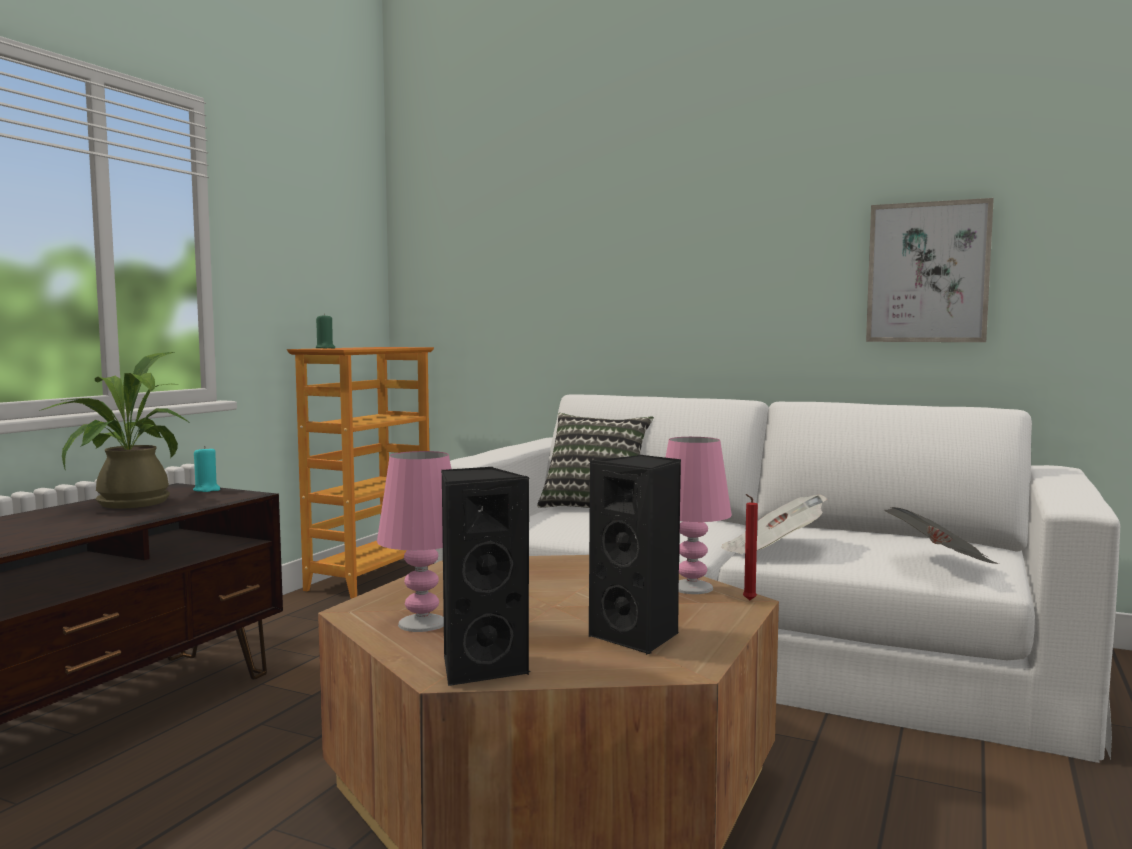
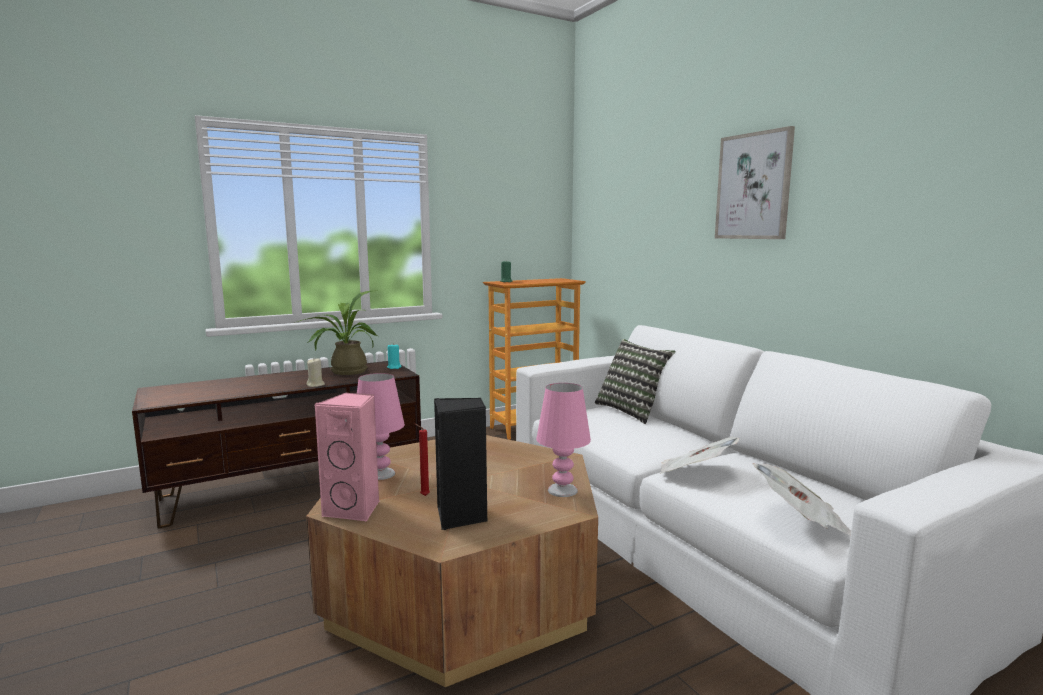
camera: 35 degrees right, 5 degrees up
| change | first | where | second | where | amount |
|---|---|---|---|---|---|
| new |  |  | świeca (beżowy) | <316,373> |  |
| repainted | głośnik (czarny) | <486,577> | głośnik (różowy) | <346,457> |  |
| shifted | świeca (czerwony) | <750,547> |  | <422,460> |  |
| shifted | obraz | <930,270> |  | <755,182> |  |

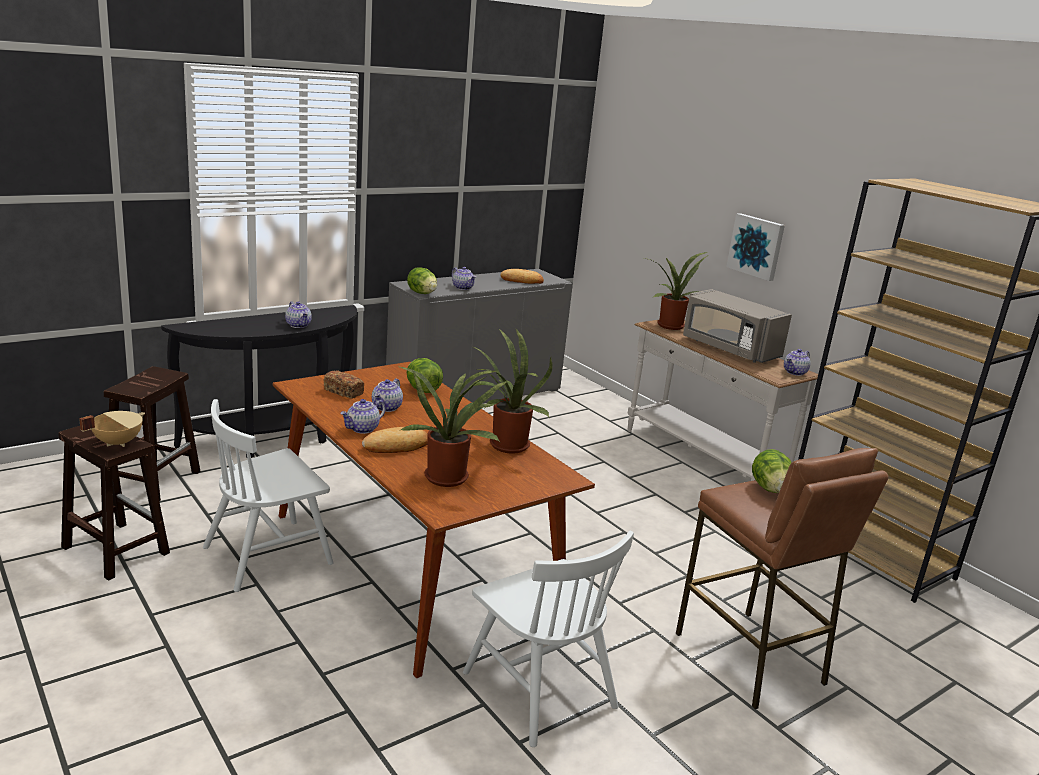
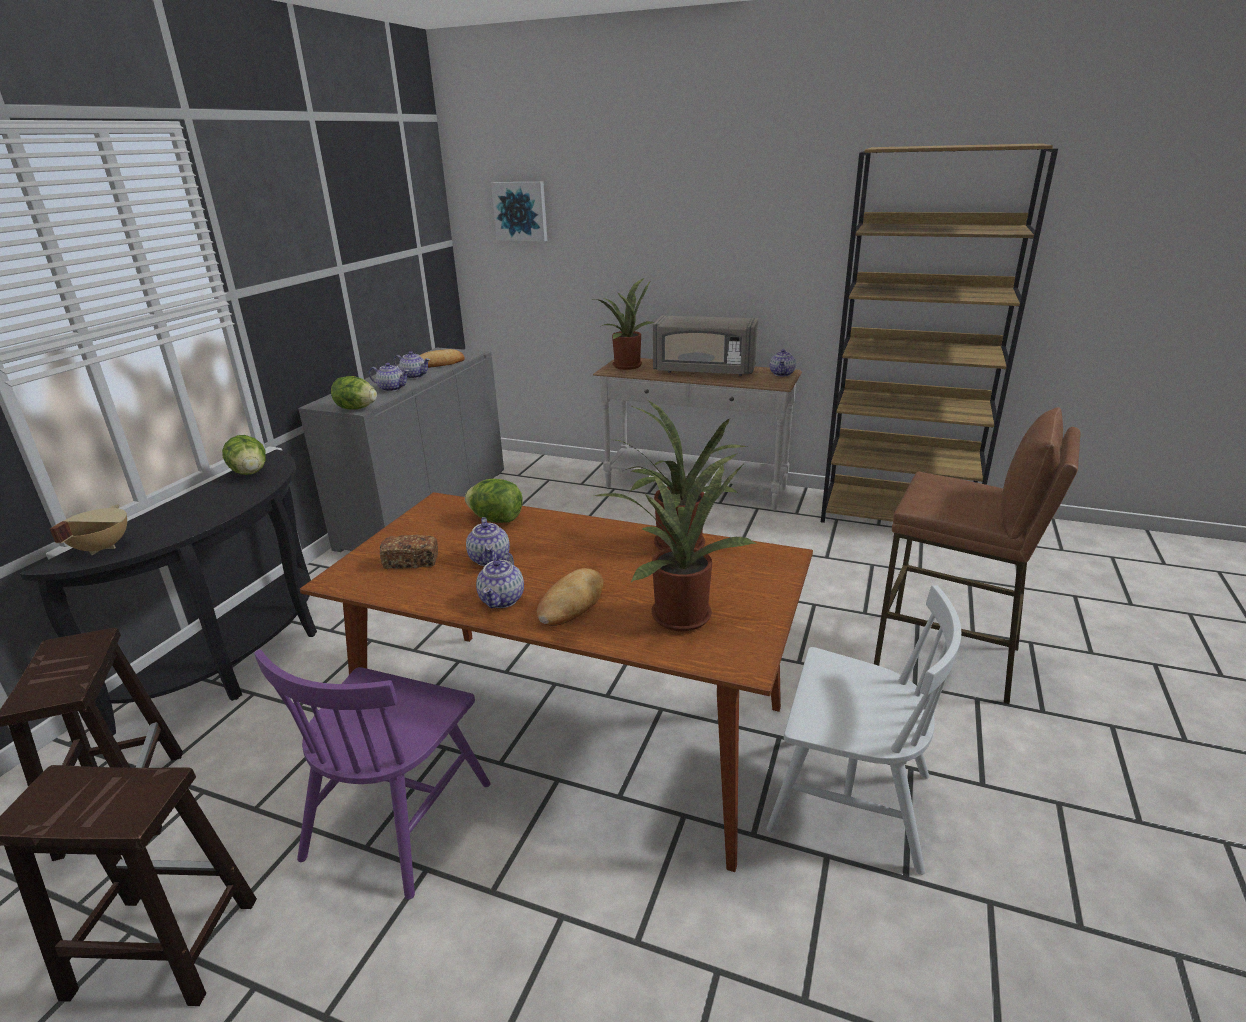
camera: 30 degrees left, 5 degrees up
| change | first | where | second | where | amount |
|---|---|---|---|---|---|
| shifted | garnek (beżowy) | <112,429> |  | <88,530> |  |
| shifted | sałata | <772,471> |  | <244,455> |  |
| repainted | krzesło (biały) | <268,495> | krzesło (fioletowy) | <372,774> |  |
| shifted | imbryk | <298,314> |  | <412,365> |  |
| shifted | obraz | <755,247> |  | <519,212> |  |

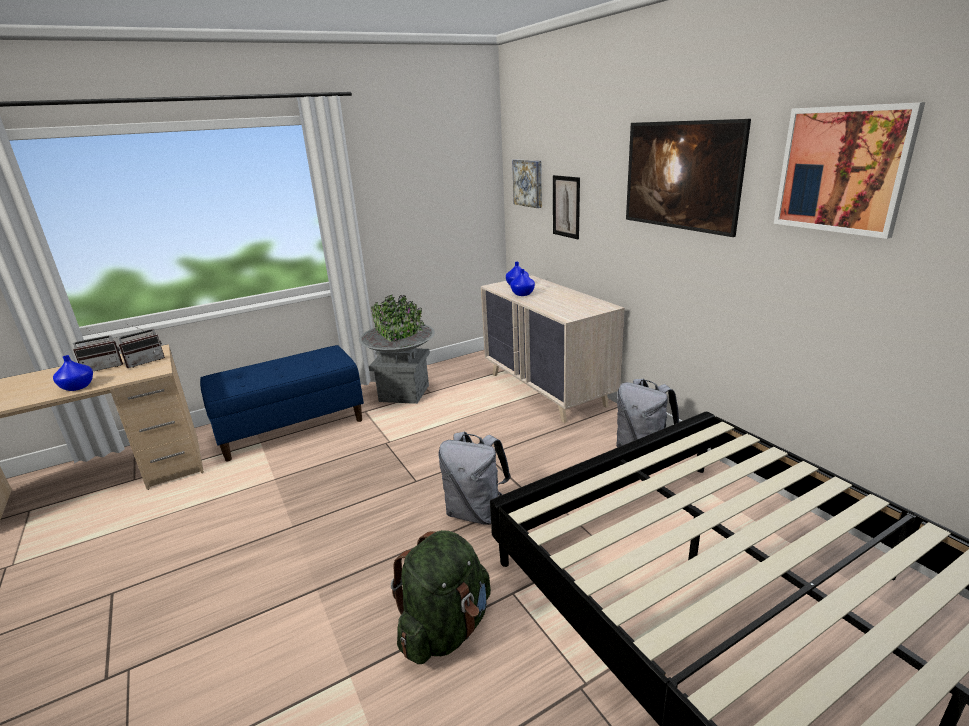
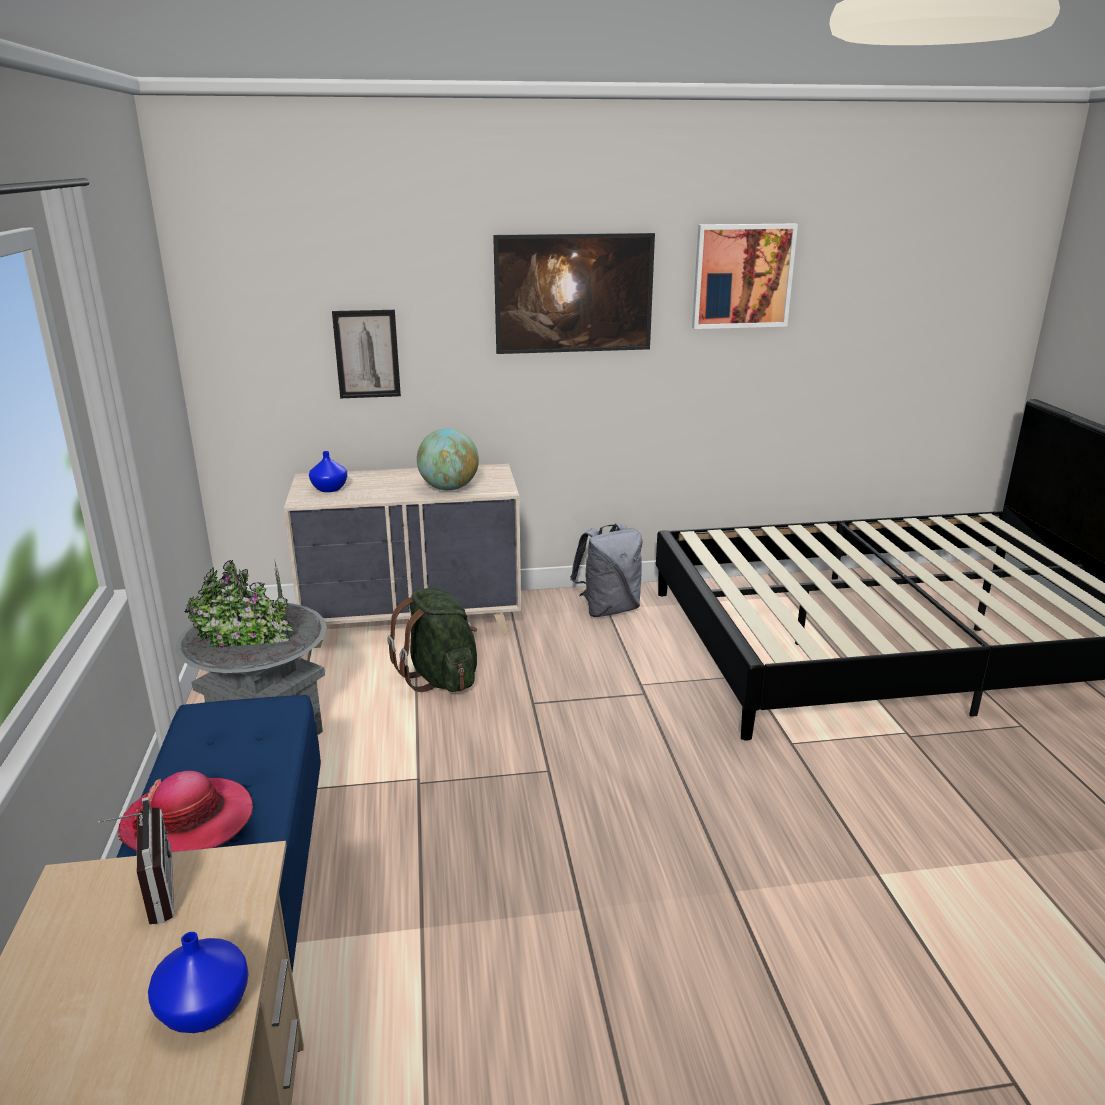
camera: 70 degrees left, 0 degrees up
| change | first | where | second | where | amount |
|---|---|---|---|---|---|
| new |  |  | kapelusz | <185,811> |  |
| shifted | plecak (zielony) | <441,597> |  | <432,640> |  |
| new |  |  | globus | <448,459> |  |
| gone | radio | <98,349> |  |  |  |
| gone | plecak (szary) | <474,478> |  |  |  |
| gone | wazon (niebieski) | <522,282> |  |  |  |
| gone | obraz | <527,183> |  |  |  |

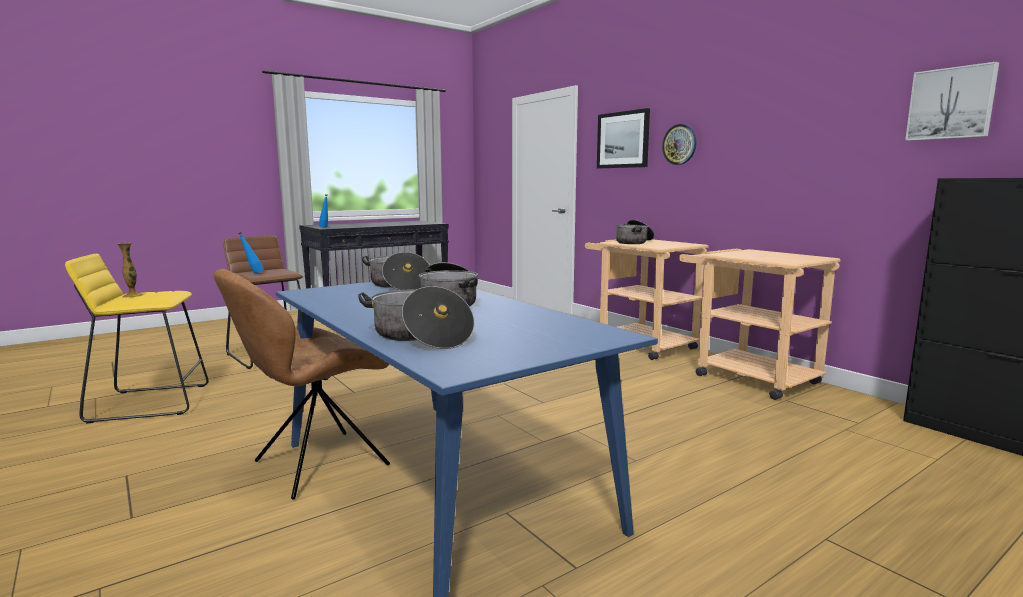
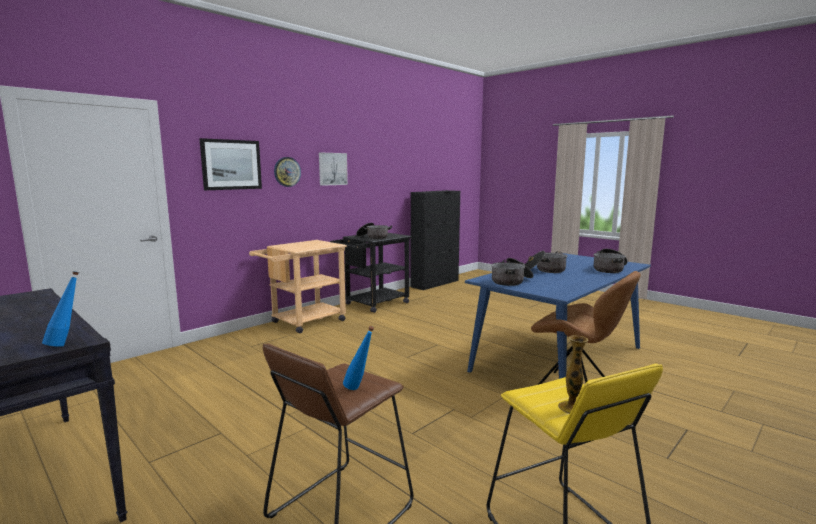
camera: 100 degrees left, 0 degrees up
| change | first | where | second | where | amount |
|---|---|---|---|---|---|
| shifted | obraz | <952,101> |  | <333,169> |  |
| repainted | wózek (beżowy) | <759,324> | wózek (czarny) | <371,273> |  |
| shifted | garnek | <635,232> |  | <374,231> |  |

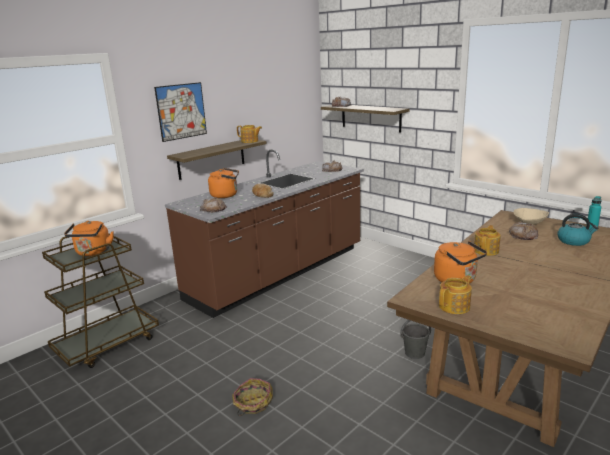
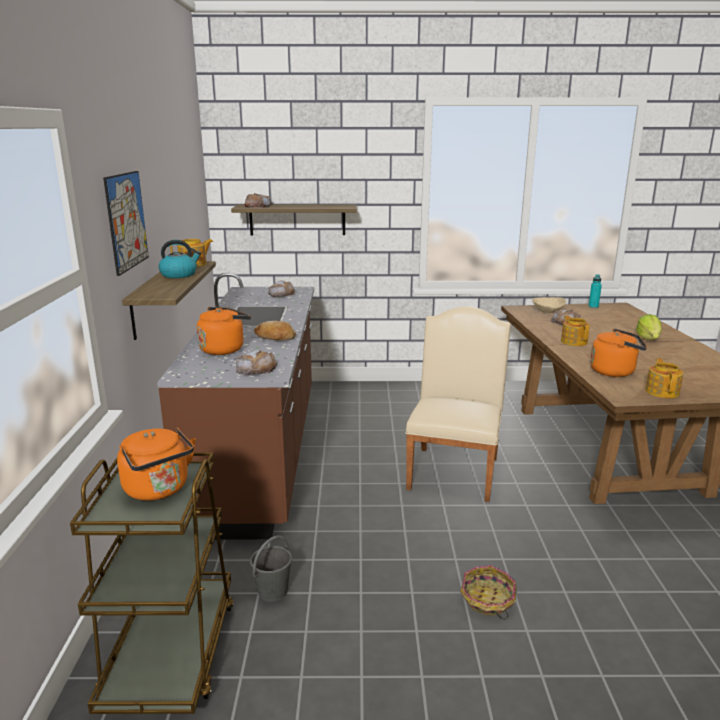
camera: 45 degrees left, 0 degrees up
| change | first | where | second | where | amount |
|---|---|---|---|---|---|
| shifted | czajnik | <577,230> |  | <179,259> |  |
| shifted | wiadro (szary) | <415,339> |  | <271,568> |  |
| new |  |  | krzesło (beżowy) | <458,404> |  |
| new |  |  | sałata | <649,327> |  |

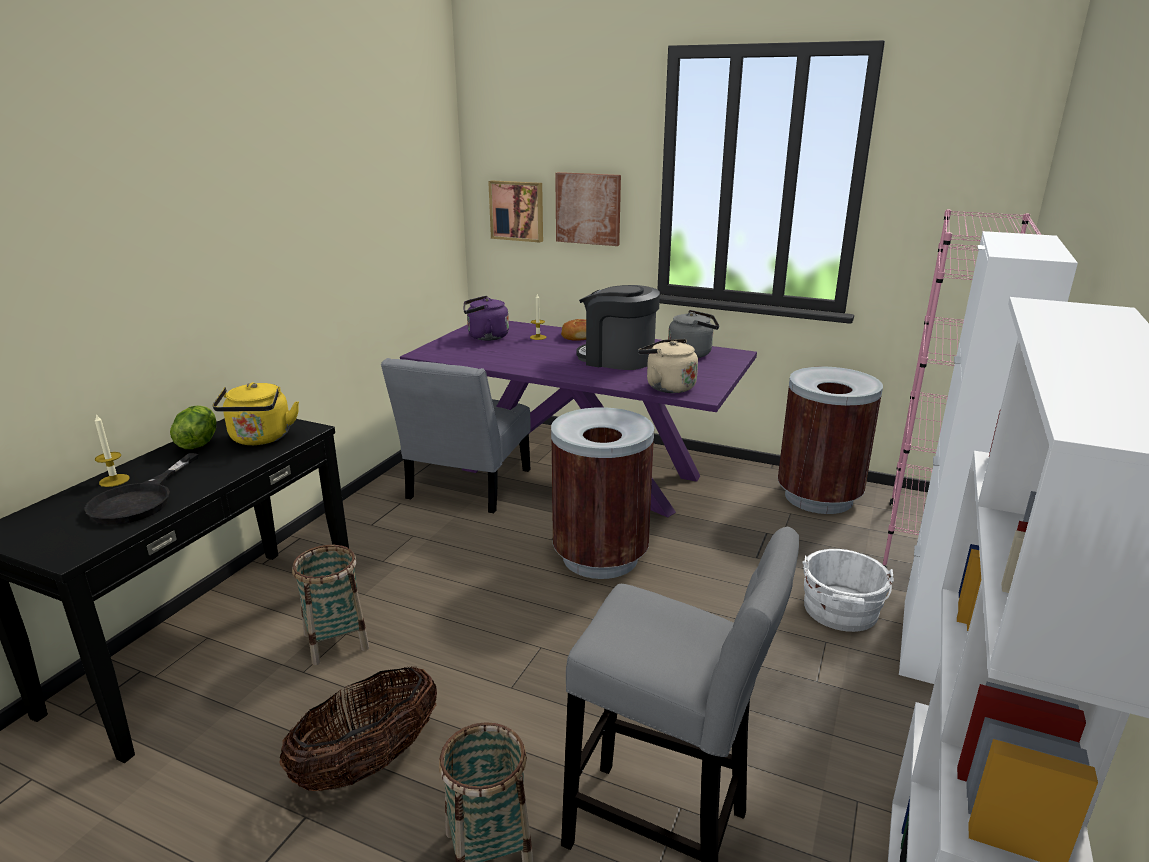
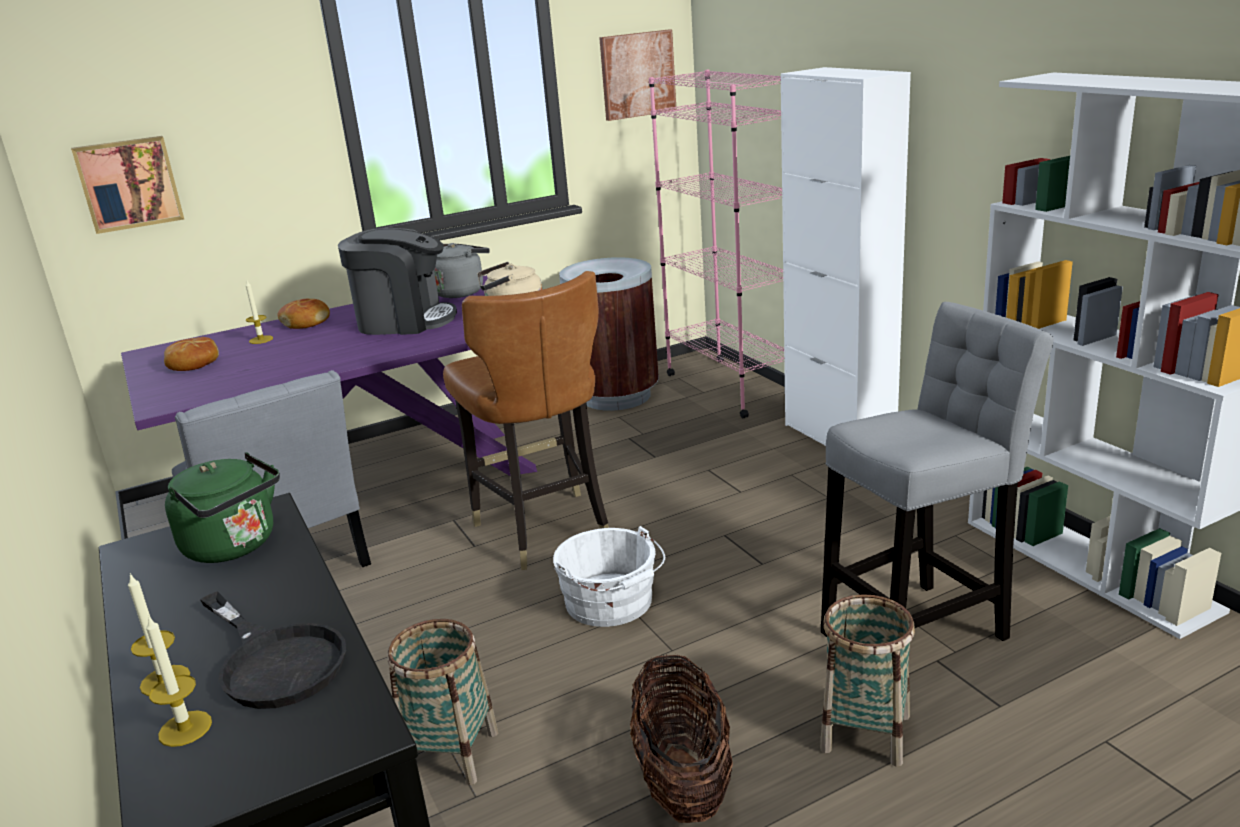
camera: 50 degrees left, 0 degrees up
| change | first | where | second | where | amount |
|---|---|---|---|---|---|
| new |  |  | świeca | <179,681> |  |
| swapped | czajnik (fioletowy) | <486,318> | chleb | <191,354> |  |
| repainted | czajnik (żółty) | <255,413> | czajnik (zielony) | <222,507> |  |
| rotated | ekspres do kawy | <618,327> |  | <397,281> | 150 degrees counterclockwise |
| swapped | kosz na śmieci (brązowy) | <602,493> | krzesło (brązowy) | <526,420> |  |
| shifted | wiadro (biały) | <848,590> |  | <609,576> |  |
| shifted | obraz | <588,209> |  | <638,75> |  |
| gone | sałata | <193,427> |  |  |  |

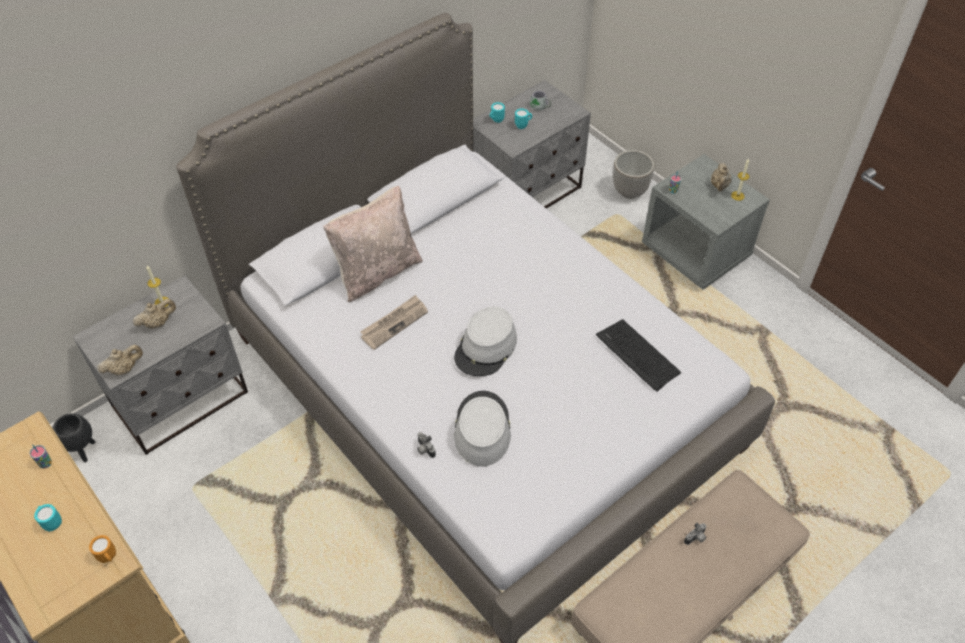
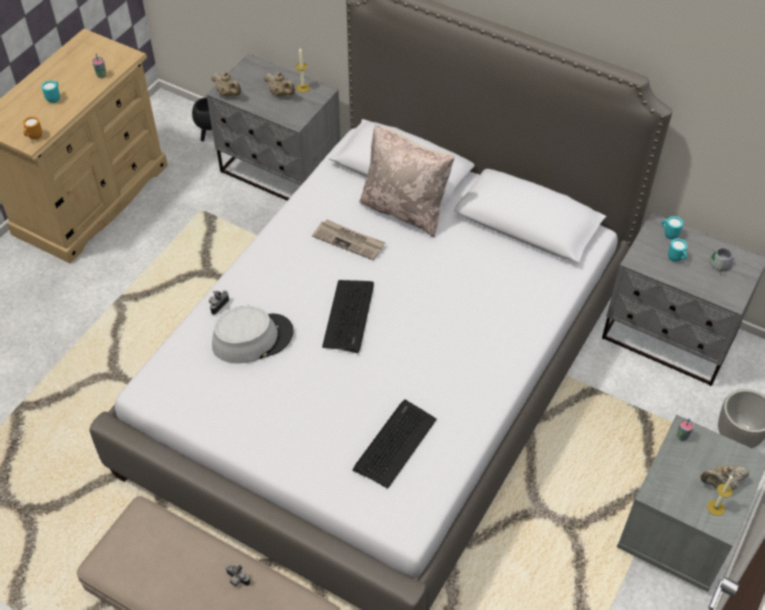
camera: 70 degrees right, 0 degrees up
| change | first | where | second | where | amount |
|---|---|---|---|---|---|
| swapped | kapelusz (szary) | <485,341> | klawiatura | <348,316> |  |

